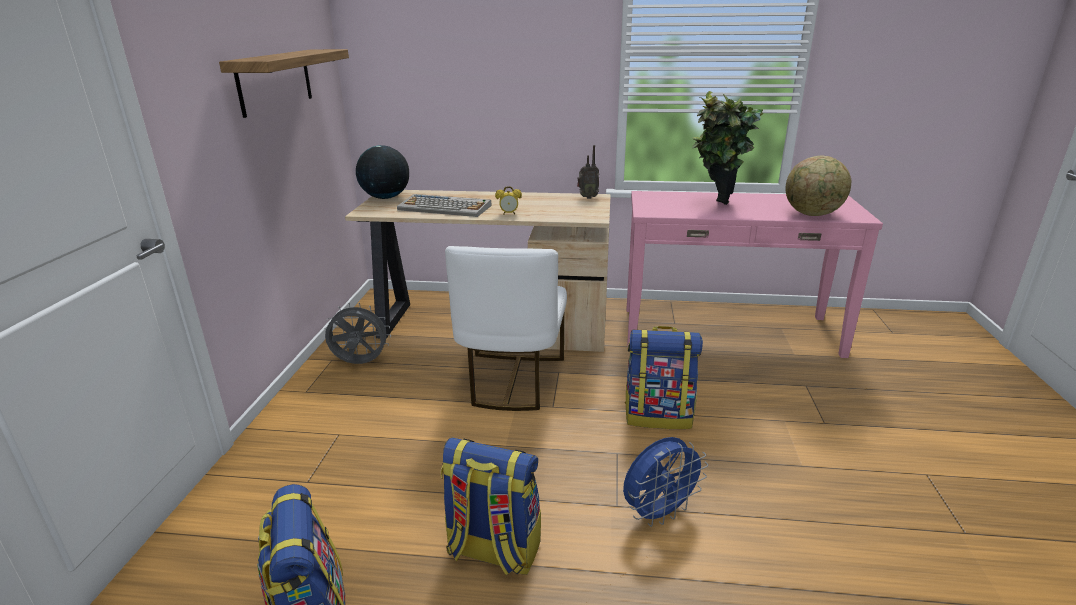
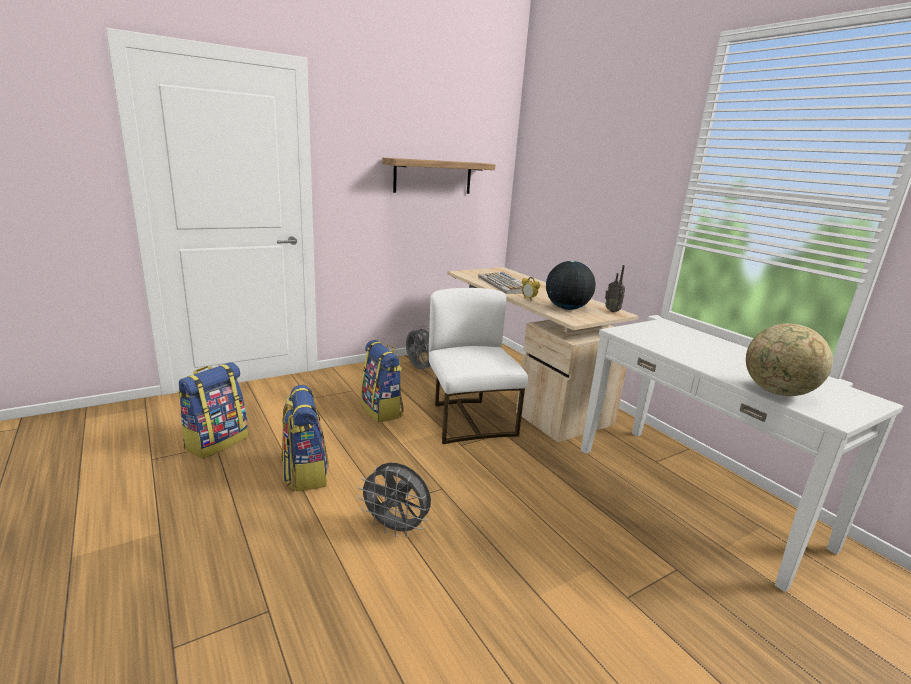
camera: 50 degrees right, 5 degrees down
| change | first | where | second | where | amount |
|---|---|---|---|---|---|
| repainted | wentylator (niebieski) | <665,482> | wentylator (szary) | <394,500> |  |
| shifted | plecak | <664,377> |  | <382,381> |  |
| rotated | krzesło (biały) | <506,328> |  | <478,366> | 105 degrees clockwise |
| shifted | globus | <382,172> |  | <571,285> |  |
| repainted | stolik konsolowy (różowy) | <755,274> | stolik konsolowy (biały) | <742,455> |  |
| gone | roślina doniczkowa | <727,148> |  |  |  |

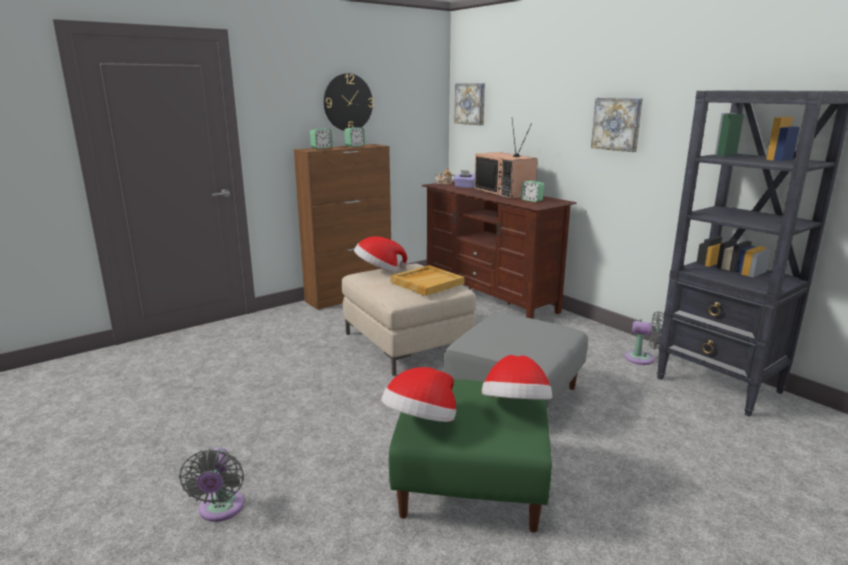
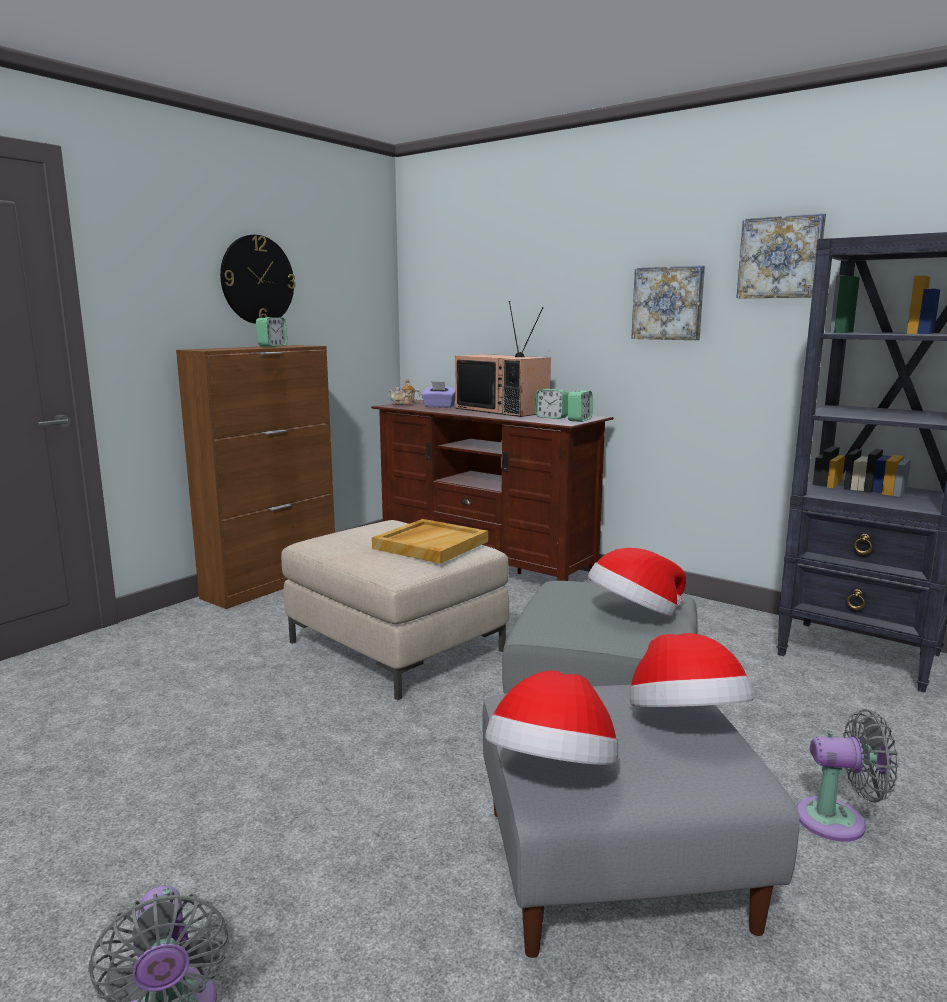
camera: 15 degrees left, 5 degrees down
| change | first | where | second | where | amount |
|---|---|---|---|---|---|
| repainted | pufa (zielony) | <470,456> | pufa (szary) | <641,821> |  |
| shifted | budzik | <321,139> |  | <580,406> |  |
| shifted | kapelusz | <380,254> |  | <637,582> |  |
| shifted | obraz | <469,104> |  | <781,255> |  |
| shifted | wentylator (szary) | <644,338> |  | <847,775> |  |

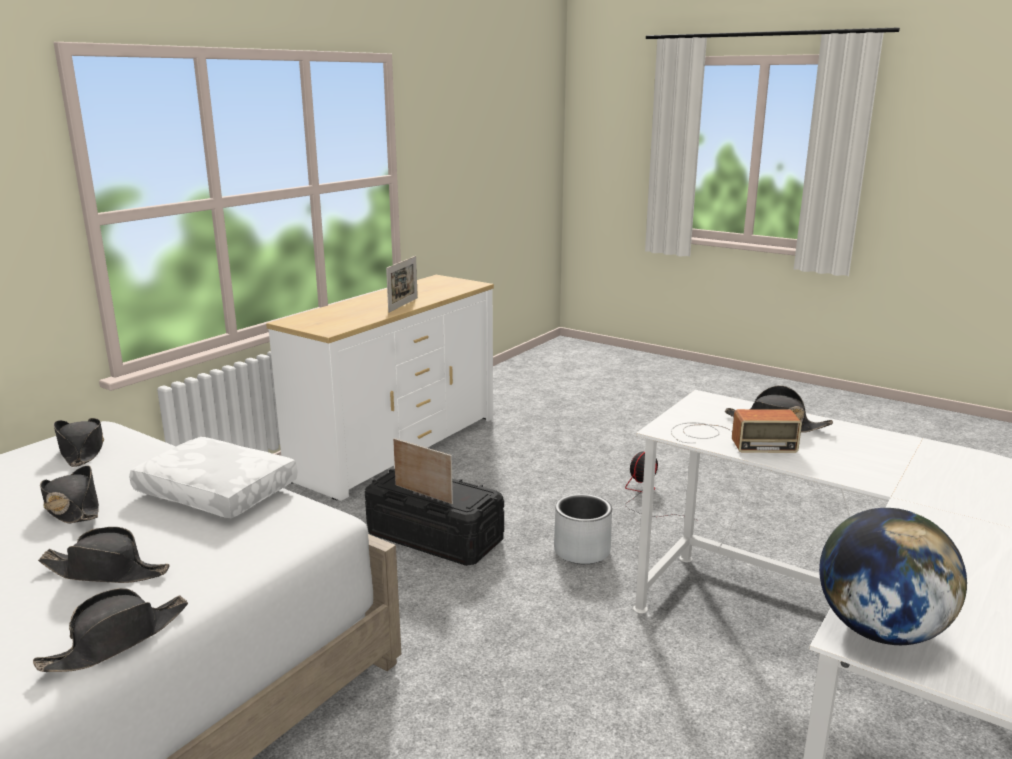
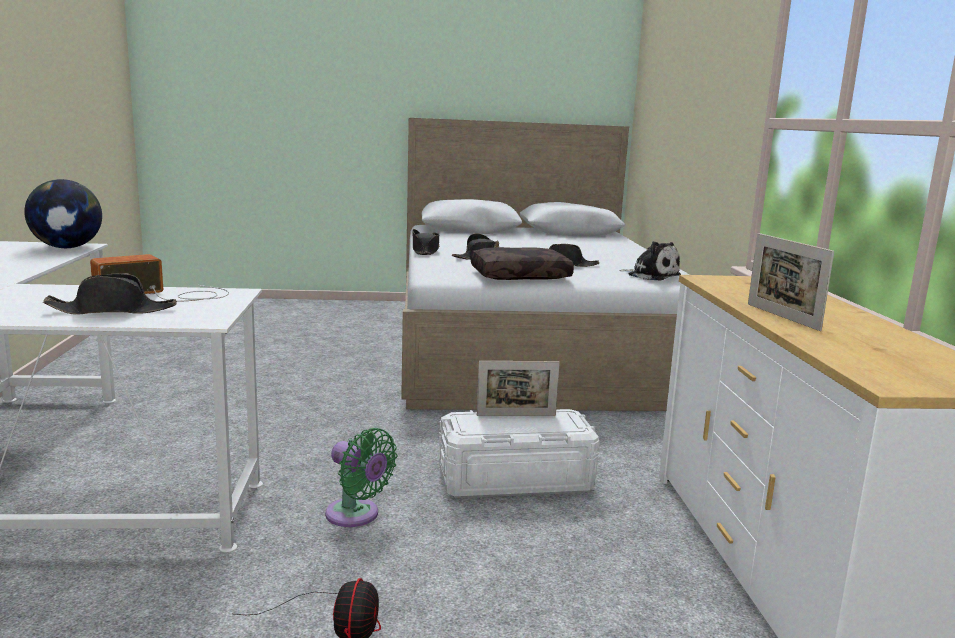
camera: 140 degrees right, 5 degrees down
| change | first | where | second | where | amount |
|---|---|---|---|---|---|
| swapped | donica (szary) | <583,529> | wentylator (zielony) | <361,477> |  |
| repainted | pojemnik do przechowywania (czarny) | <434,517> | pojemnik do przechowywania (biały) | <519,453> |  |
| repainted | poduszka (biały) | <213,477> | poduszka (brązowy) | <522,263> |  |
| swapped | kapelusz (czarny) | <78,442> | pluszak | <650,261> |  |

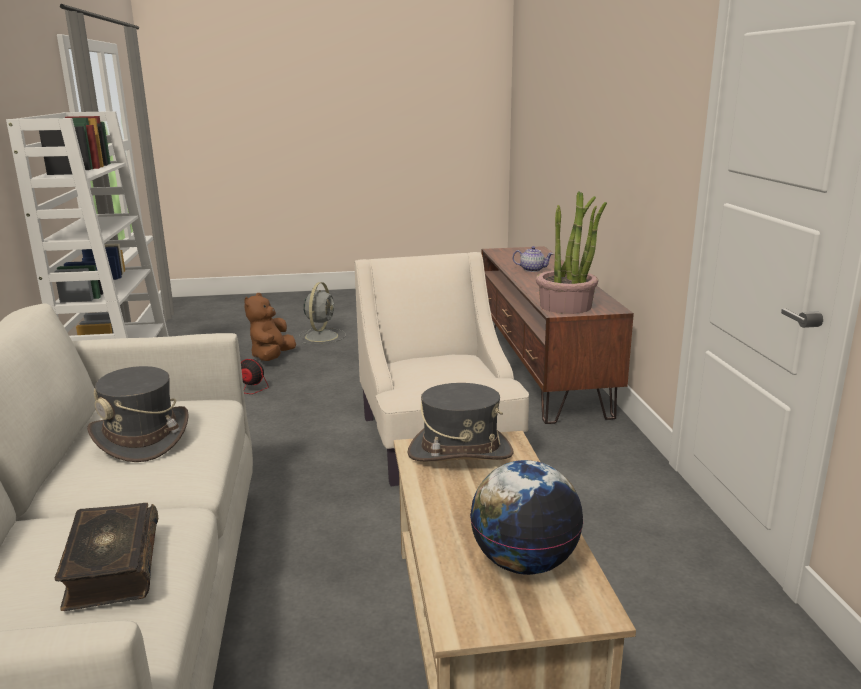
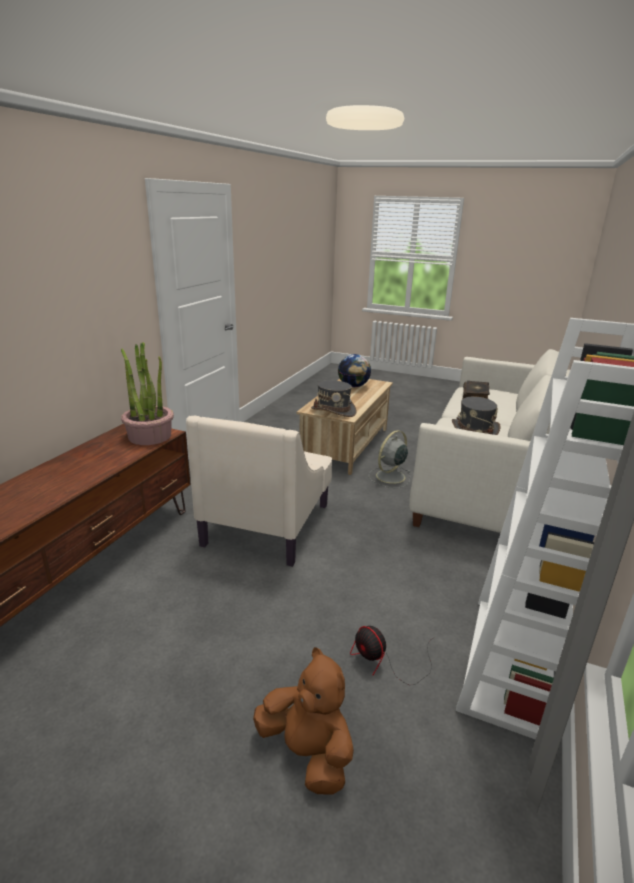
camera: 150 degrees left, 5 degrees up
| change | first | where | second | where | amount |
|---|---|---|---|---|---|
| rotated | pluszak (brązowy) | <270,327> |  | <303,721> | 90 degrees counterclockwise |
| shifted | wentylator (szary) | <322,313> |  | <390,459> |  |
| gone | imbryk | <532,259> |  |  |  |

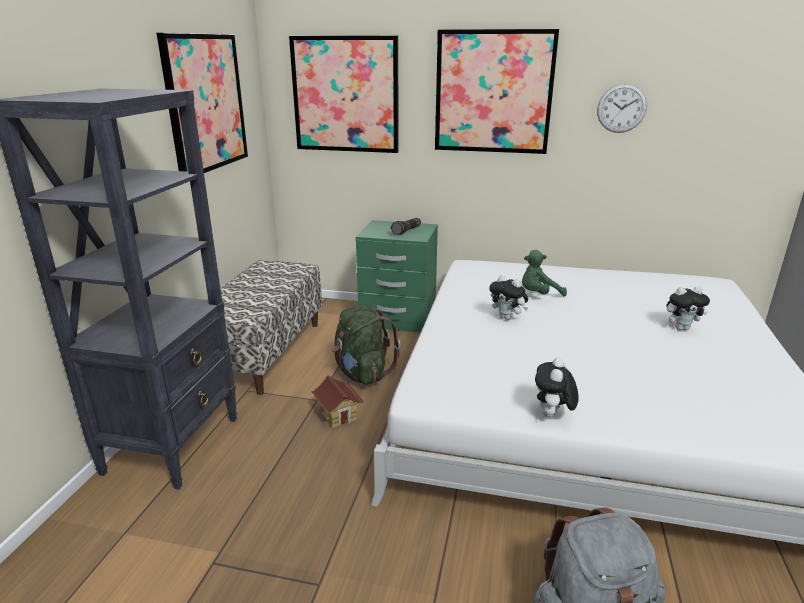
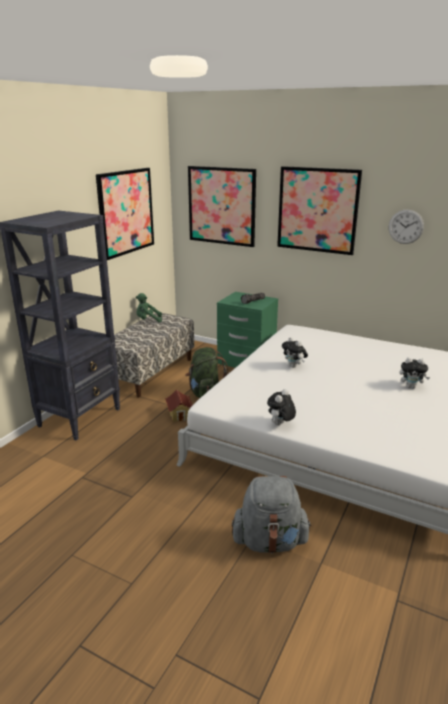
camera: 15 degrees right, 0 degrees up
| change | first | where | second | where | amount |
|---|---|---|---|---|---|
| shifted | pluszak (zielony) | <544,273> |  | <149,308> |  |

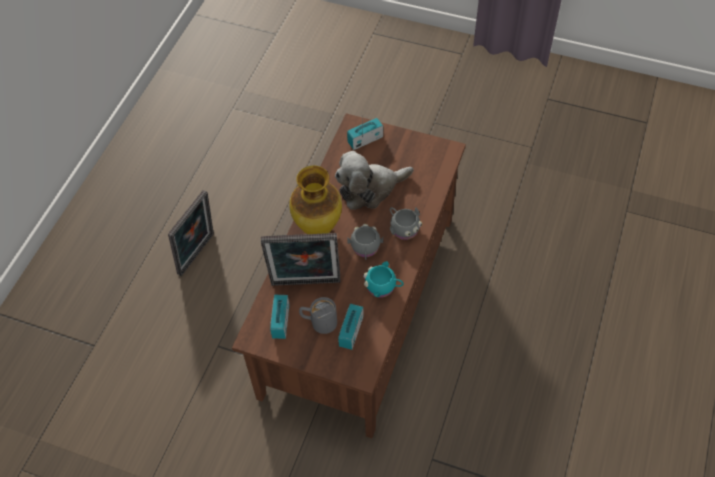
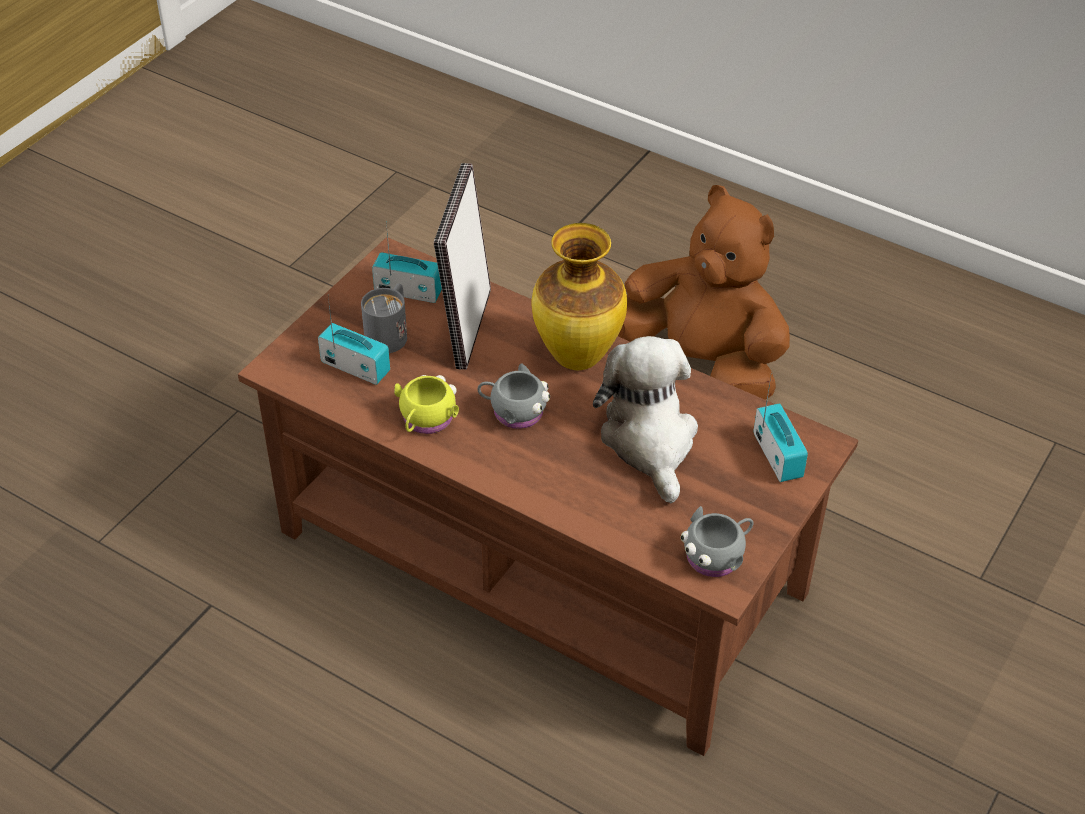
camera: 100 degrees right, 10 degrees down
| change | first | where | second | where | amount |
|---|---|---|---|---|---|
| repainted | kubek (turkusowy) | <383,279> | kubek (żółty) | <426,404> |  |
| swapped | ramka na zdjęcie | <191,233> | pluszak (brązowy) | <704,292> |  |
| shifted | kubek (szary) | <406,223> |  | <717,541> |  |

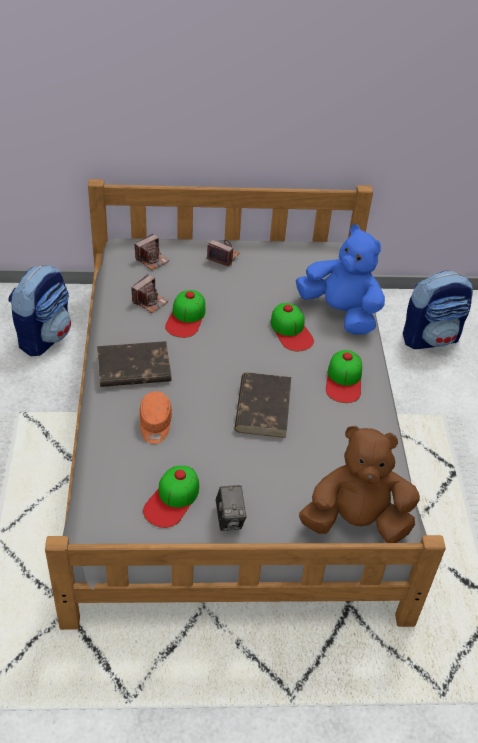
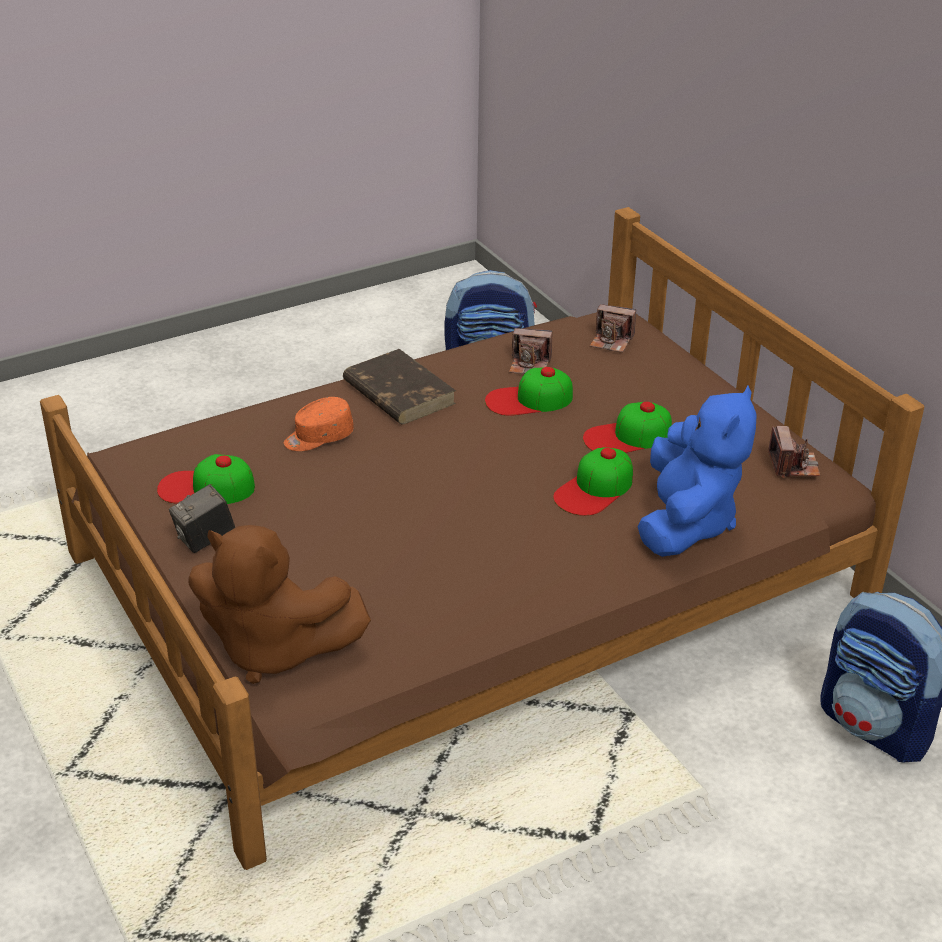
camera: 65 degrees right, 10 degrees down
| change | first | where | second | where | amount |
|---|---|---|---|---|---|
| repainted | łóżko (szary) | <245,404> | łóżko (brązowy) | <482,538> |  |
| rotated | pluszak (brązowy) | <359,484> |  | <279,604> | 135 degrees clockwise |
| shifted | czapka z daszkiem | <344,376> |  | <627,427> |  |
| shifted | aparat fotograficzny | <223,252> |  | <794,452> |  |
| gone | książka (brązowy) | <262,405> |  |  |  |

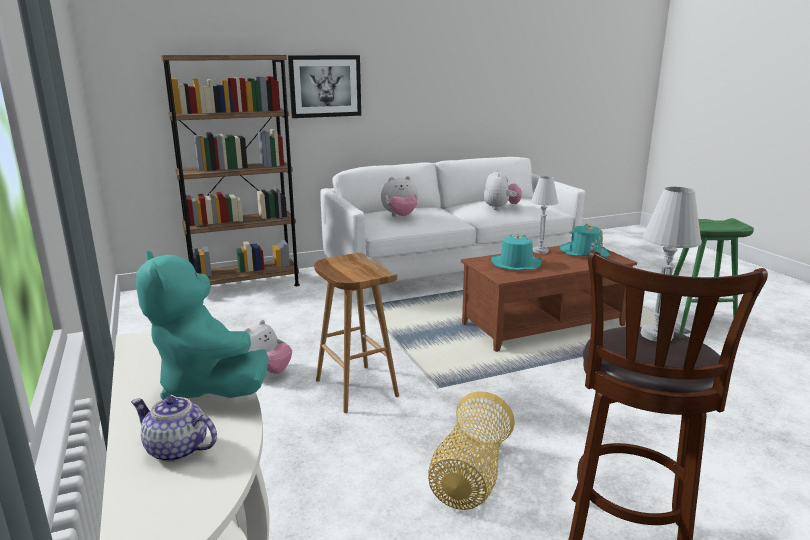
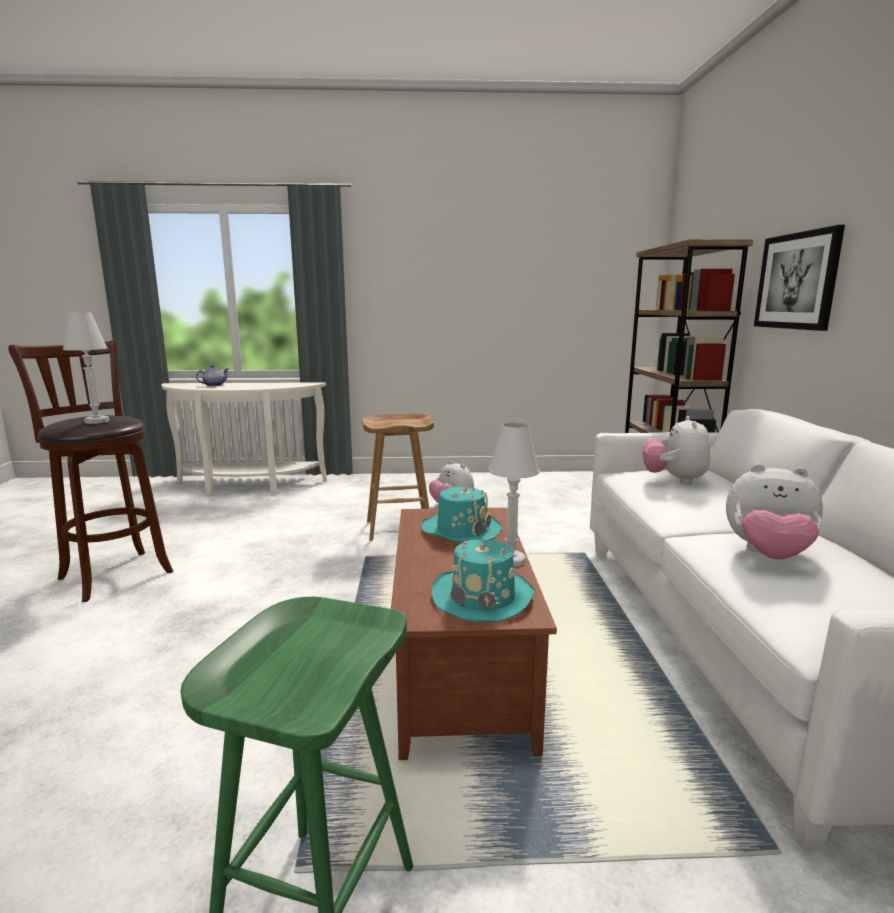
camera: 110 degrees right, 5 degrees down
| change | first | where | second | where | amount |
|---|---|---|---|---|---|
| gone | pluszak (turkusowy) | <202,325> |  |  |  |
| gone | koszyk | <471,450> |  |  |  |

